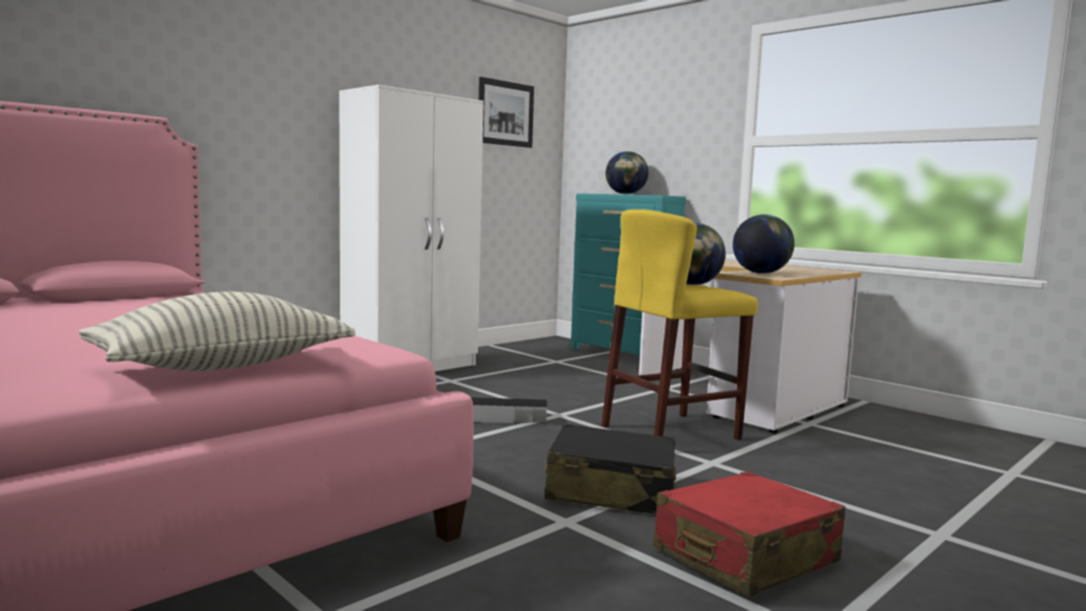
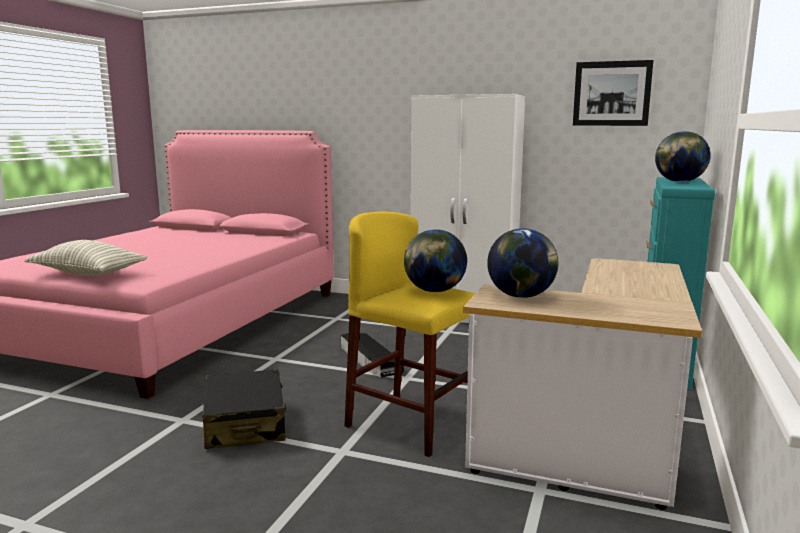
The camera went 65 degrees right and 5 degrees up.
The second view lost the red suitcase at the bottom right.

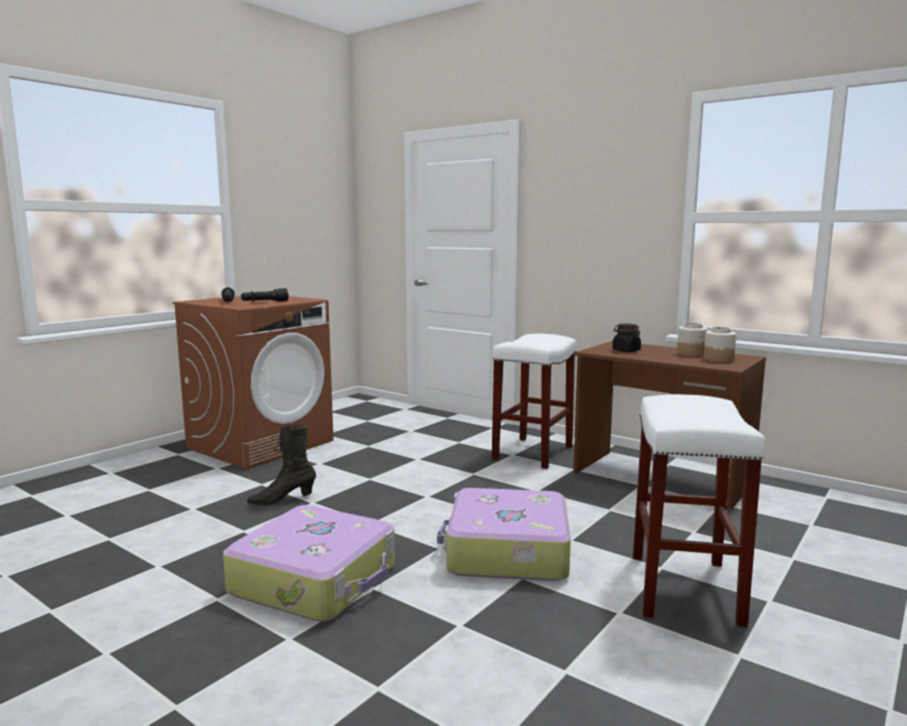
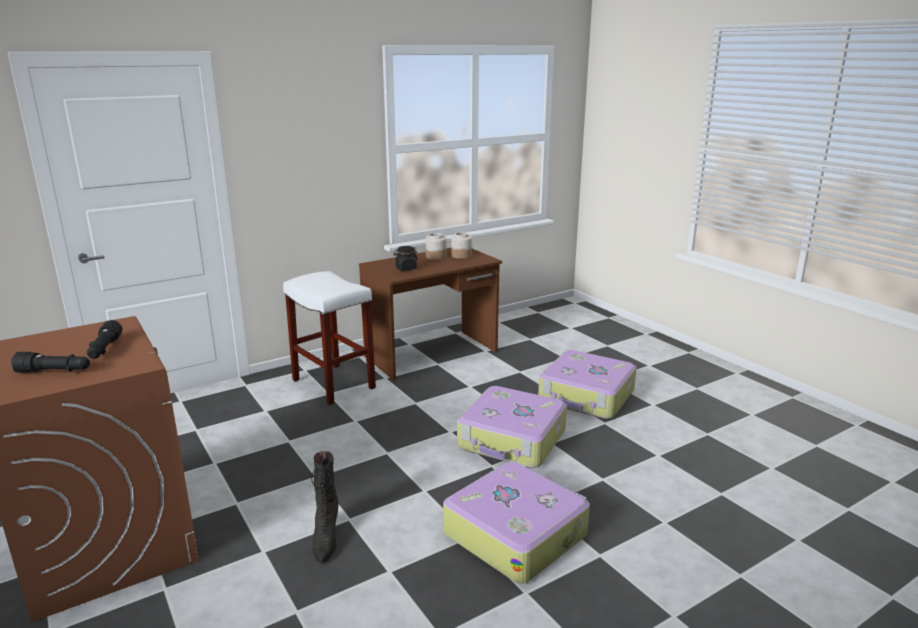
The camera went 70 degrees left and 10 degrees up.
Where the white stool (no. 2 from left) stood at the bottom right, the suitcase (no. 3 from left) came to stand at the centre.

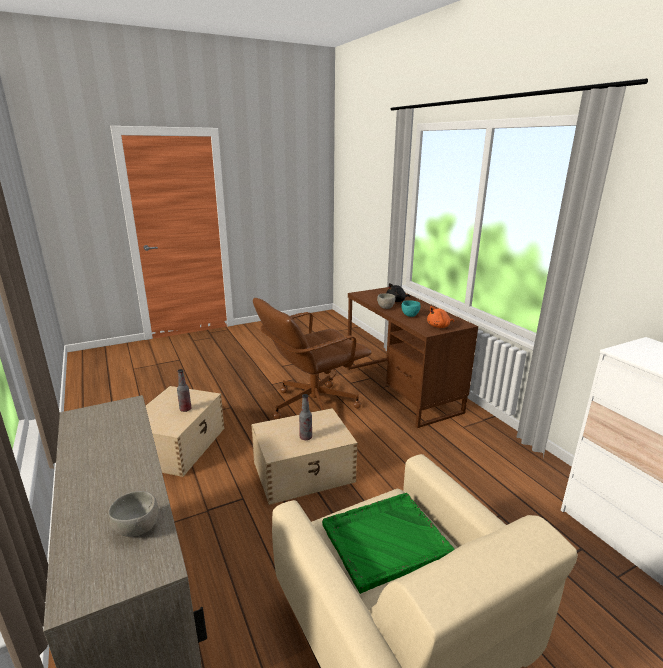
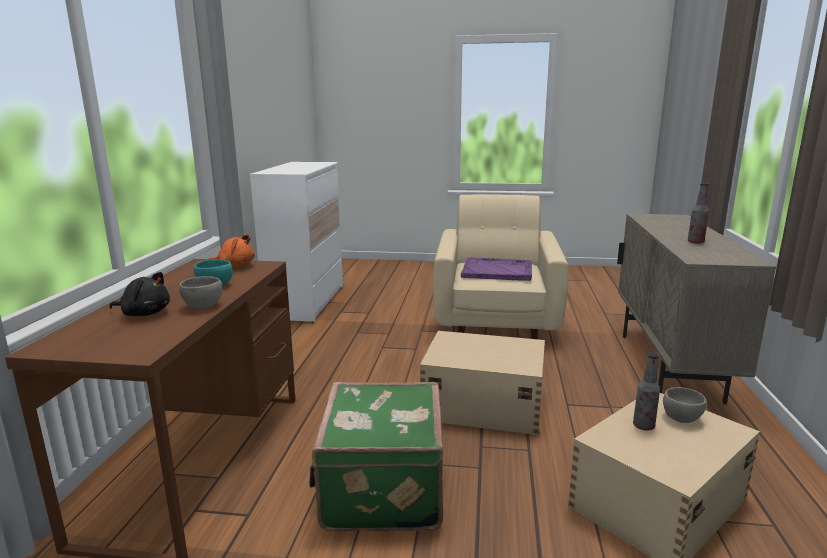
The camera went 145 degrees left and 5 degrees down.
Where the brown office chair stood at the centre, the green suitcase came to stand at the bottom centre.
The bottle (no. 2 from left) ended up elsewhere, having gone from the centre to the middle right.
The grey bowl (no. 1 from left in the first image) ended up elsewhere, having gone from the bottom left to the bottom right.
What was the green tray at the bottom centre turned into the purple tray at the centre.

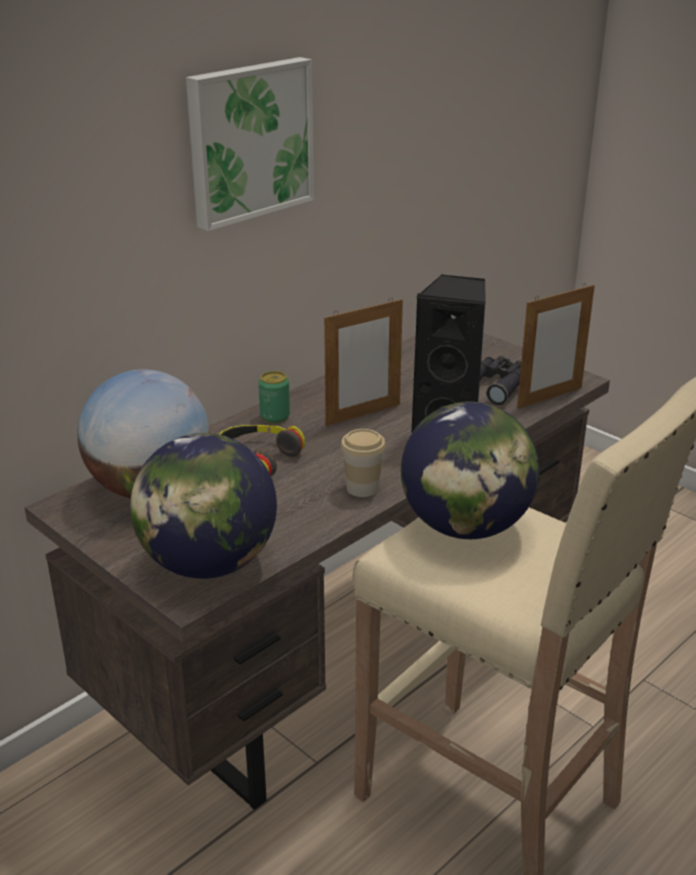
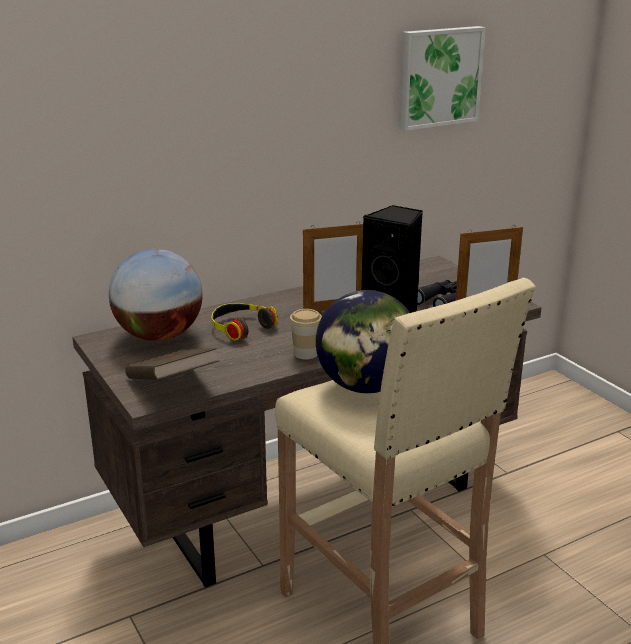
The camera went 15 degrees right and 5 degrees down.
The picture ended up elsewhere, having gone from the top centre to the top right.
The second view lost the can at the centre.
Where the globe (no. 2 from left) stood at the middle left, the brown book came to stand at the middle left.

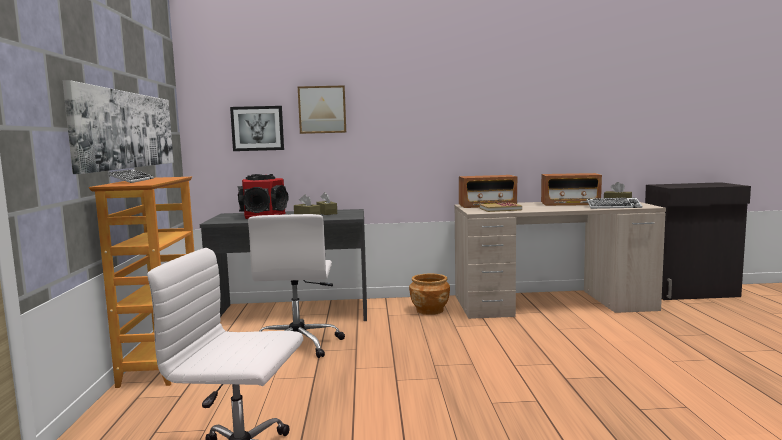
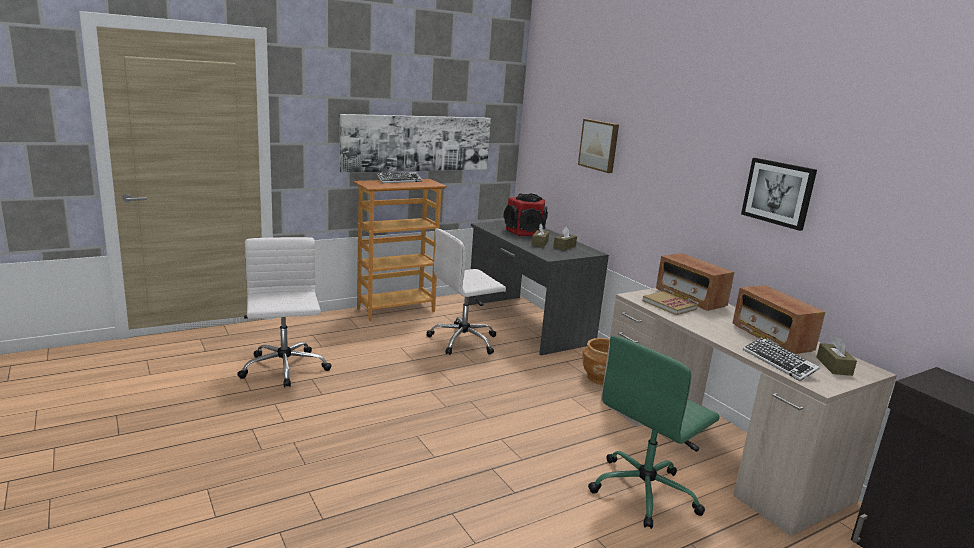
The camera went 60 degrees right and 10 degrees up.
The picture (no. 2 from left in the first image) ended up elsewhere, having gone from the top left to the middle right.
The second view gained the green office chair at the bottom right.

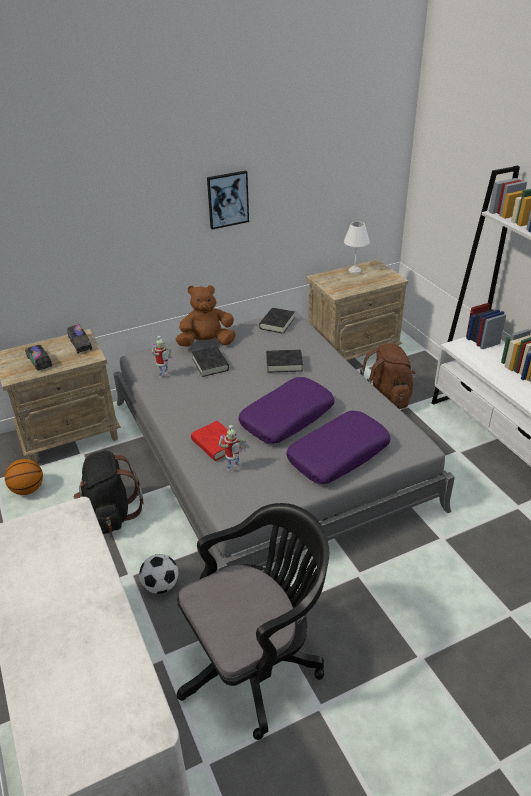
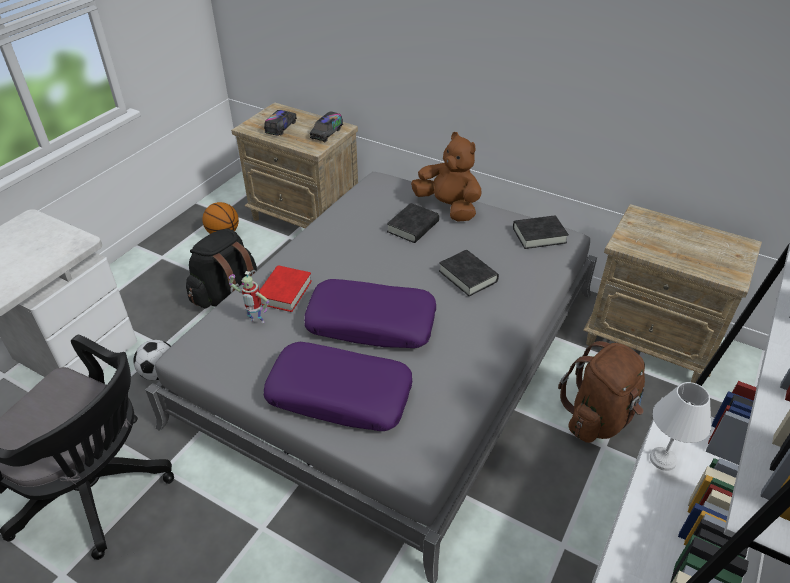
The camera went 55 degrees right and 5 degrees up.
The second view lost the picture at the top centre.
The white table lamp ended up elsewhere, having gone from the top right to the bottom right.
The second view lost the toy robot (no. 1 from left) at the middle left.

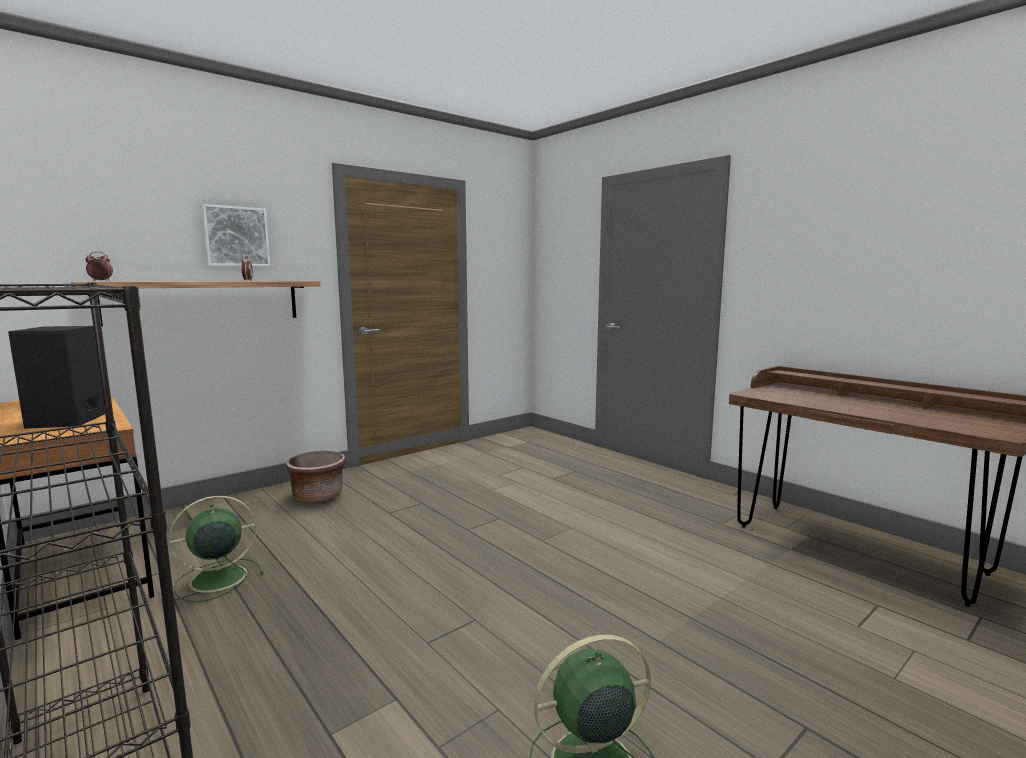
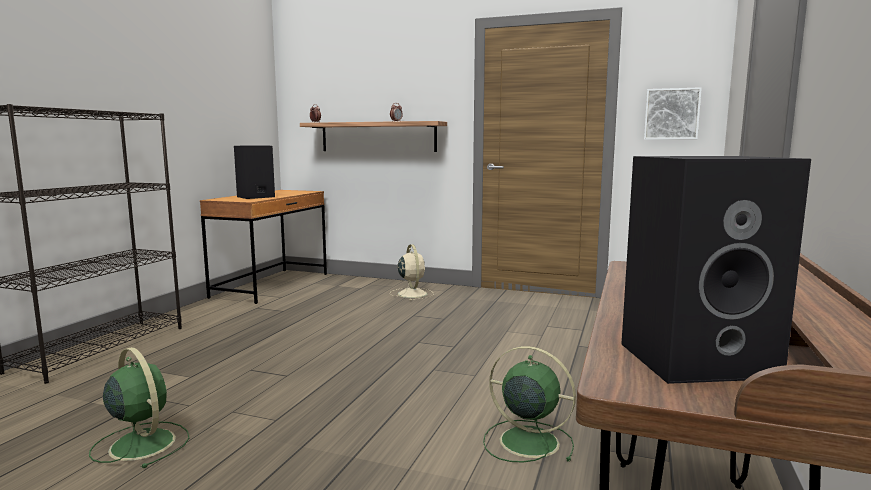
The camera went 60 degrees right and 0 degrees up.
The picture ended up elsewhere, having gone from the top left to the top right.
Where the brown planter stood at the middle left, the beige fan came to stand at the centre.
The green fan (no. 1 from left in the first image) ended up elsewhere, having gone from the bottom left to the bottom centre.
The second view gained the black speaker (no. 2 from left) at the middle right.

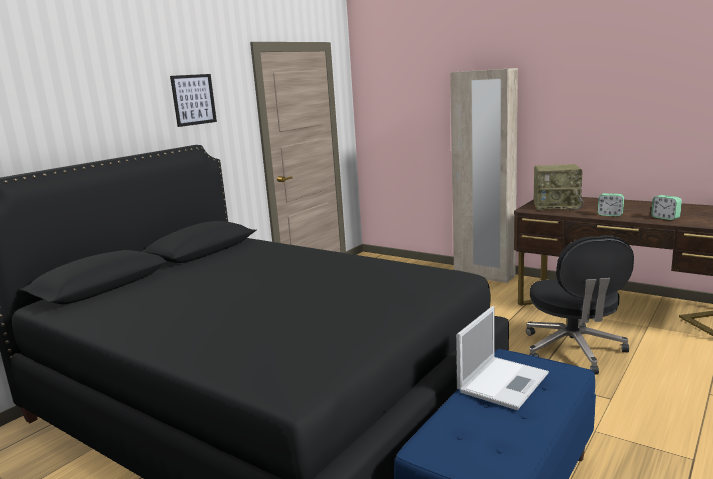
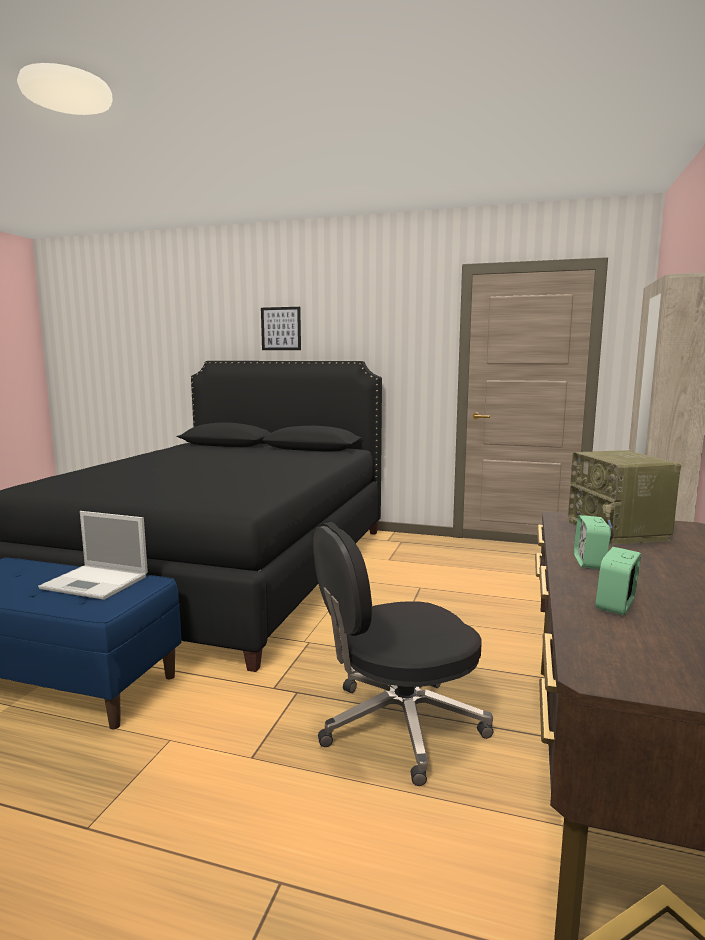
The camera went 70 degrees right and 5 degrees down.
The picture ended up elsewhere, having gone from the top left to the centre.

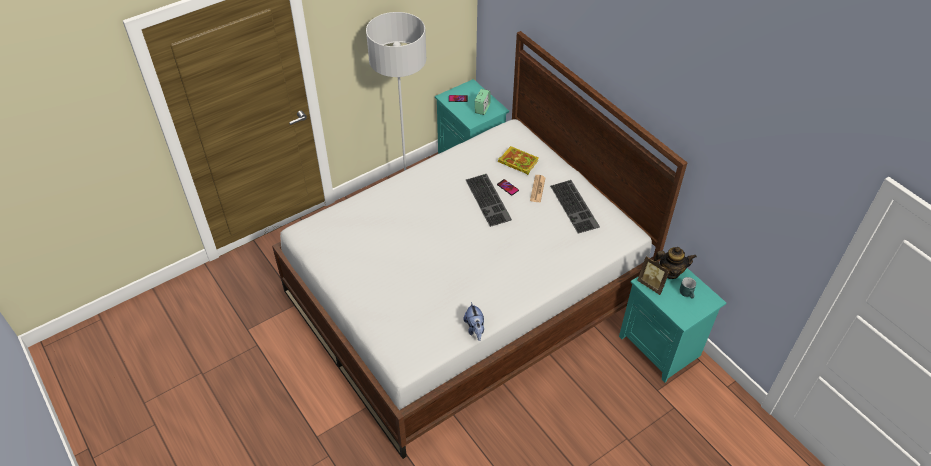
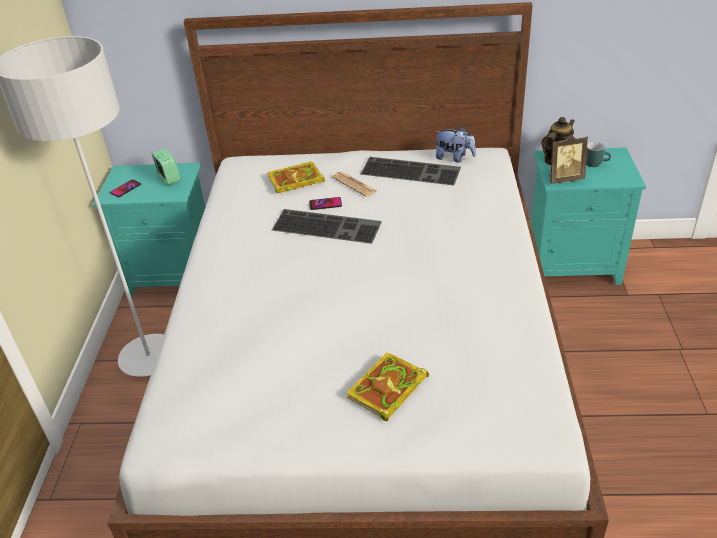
The camera went 50 degrees left and 10 degrees down.
The plush toy ended up elsewhere, having gone from the bottom centre to the top centre.
The second view gained the book (no. 2 from left) at the bottom centre.

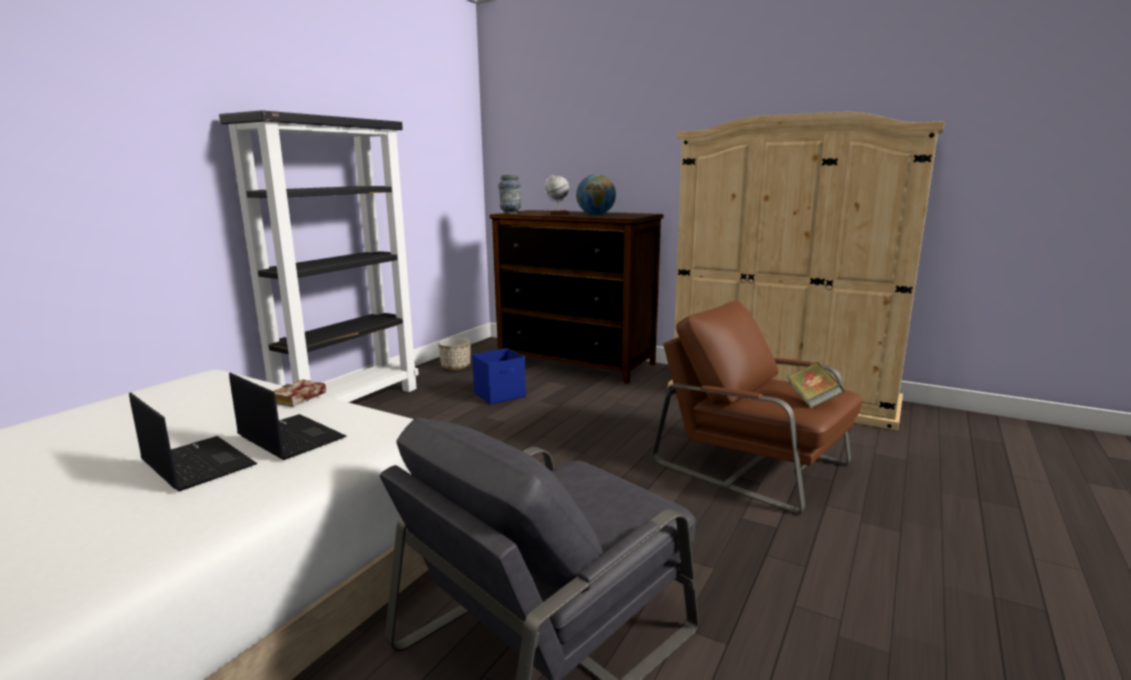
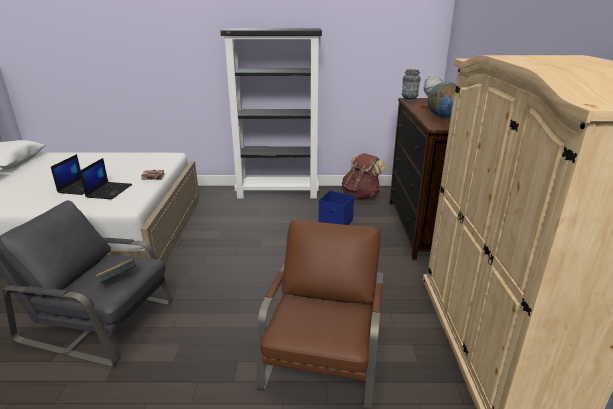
The camera went 60 degrees right and 10 degrees up.
Where the planter stood at the centre, the brown backpack came to stand at the centre.
The book (no. 2 from left in the first image) ended up elsewhere, having gone from the middle right to the middle left.

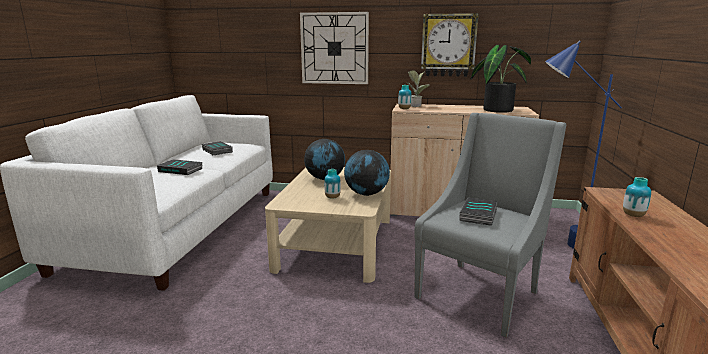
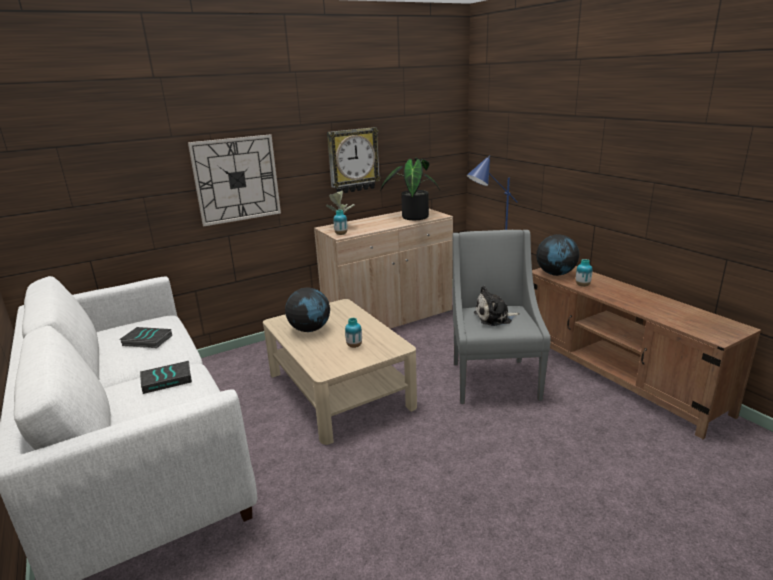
The camera went 40 degrees left and 5 degrees up.
The globe (no. 2 from left) ended up elsewhere, having gone from the centre to the middle right.
Where the book (no. 3 from left) stood at the middle right, the plush toy came to stand at the centre.

